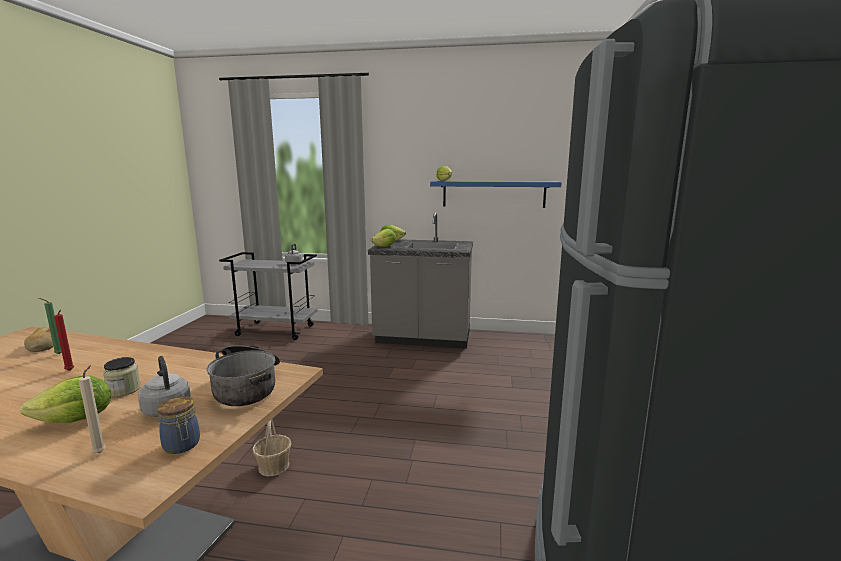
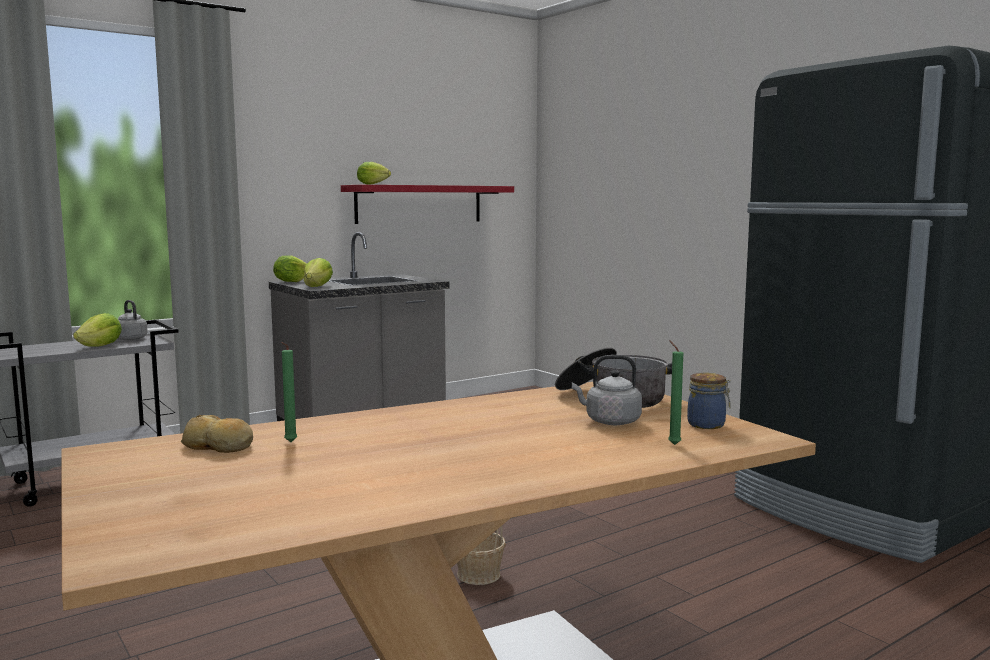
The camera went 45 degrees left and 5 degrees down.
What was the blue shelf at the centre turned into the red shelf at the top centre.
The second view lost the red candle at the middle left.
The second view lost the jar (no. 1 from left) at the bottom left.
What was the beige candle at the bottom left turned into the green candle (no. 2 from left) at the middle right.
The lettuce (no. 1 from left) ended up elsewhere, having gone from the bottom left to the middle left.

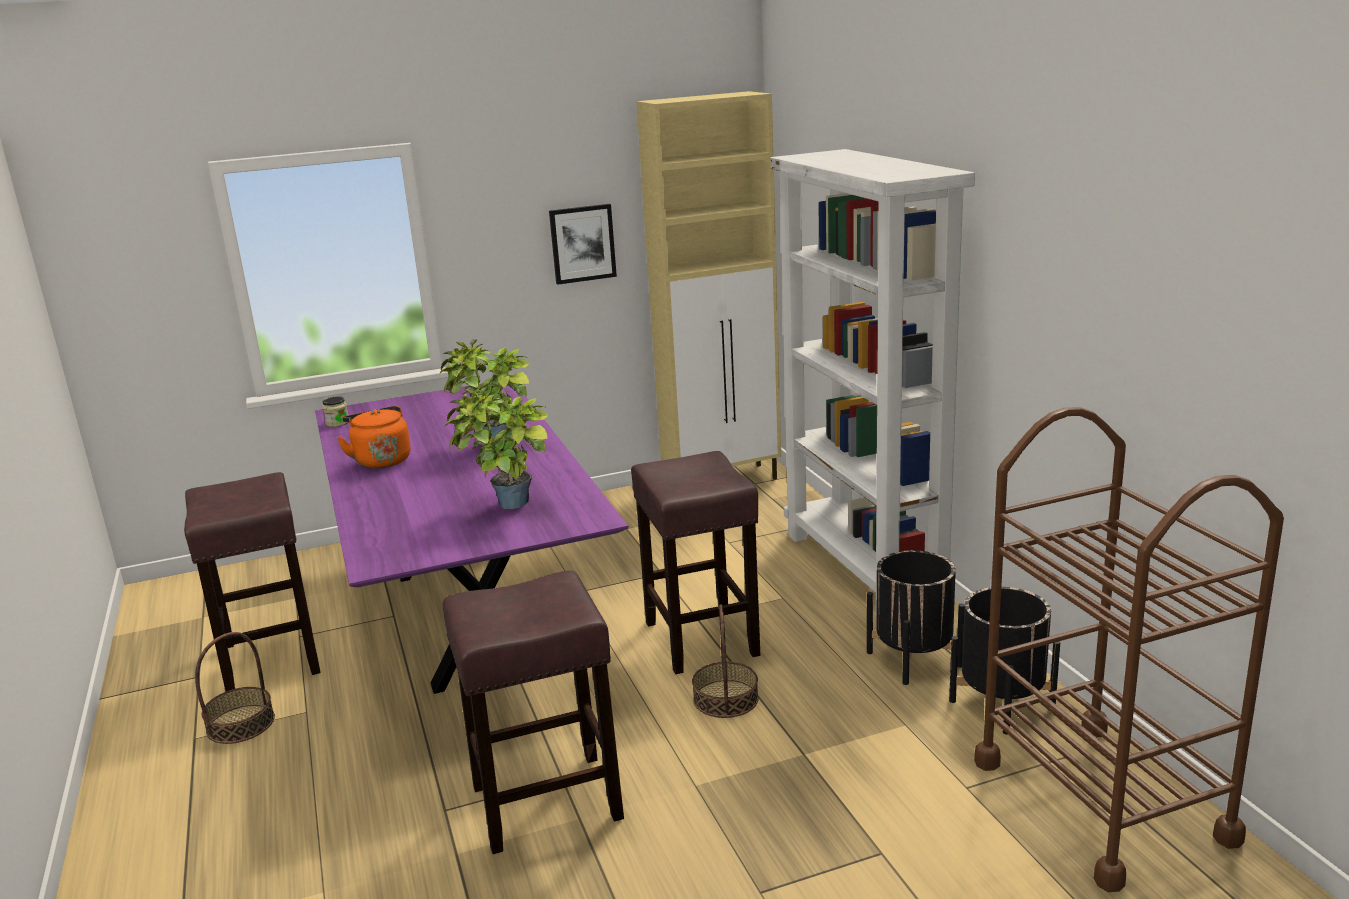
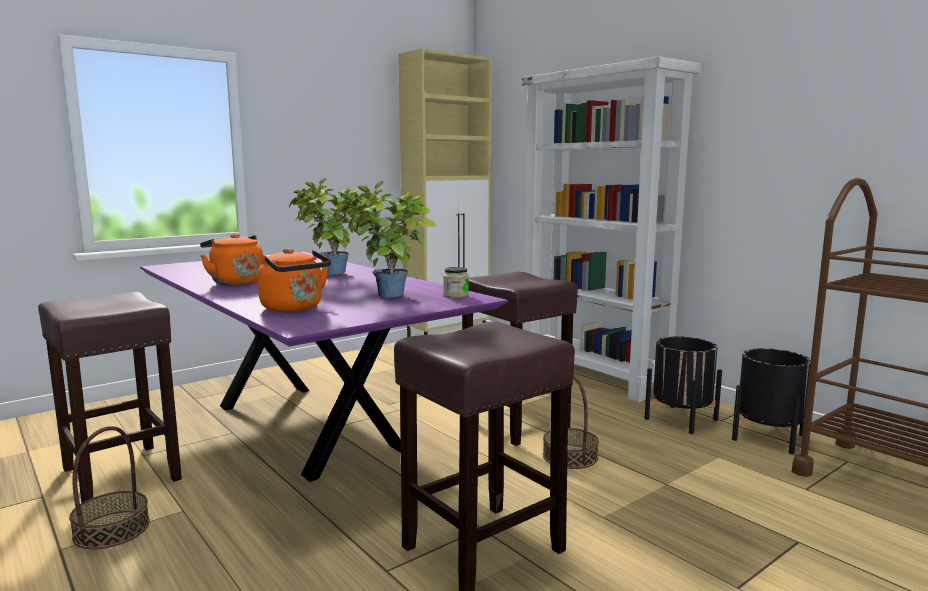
The camera went 20 degrees left and 10 degrees down.
The second view lost the picture at the top centre.
The jar ended up elsewhere, having gone from the middle left to the centre.
The second view gained the orange kettle (no. 2 from left) at the middle left.

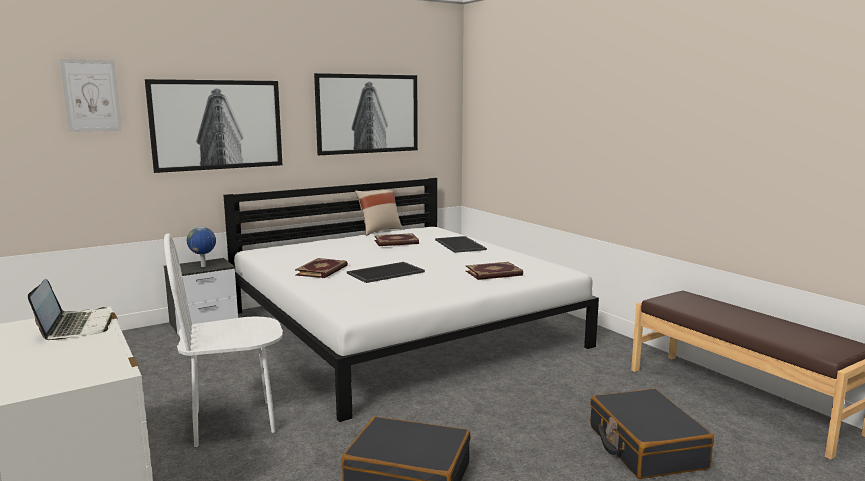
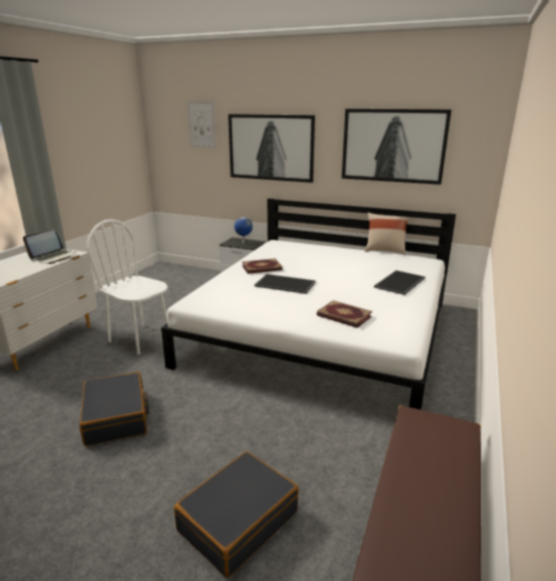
The camera went 55 degrees right and 10 degrees up.
The second view lost the book (no. 2 from left) at the centre.

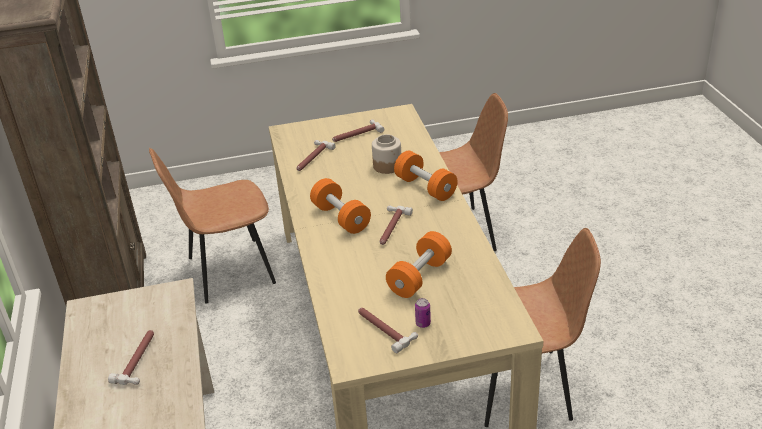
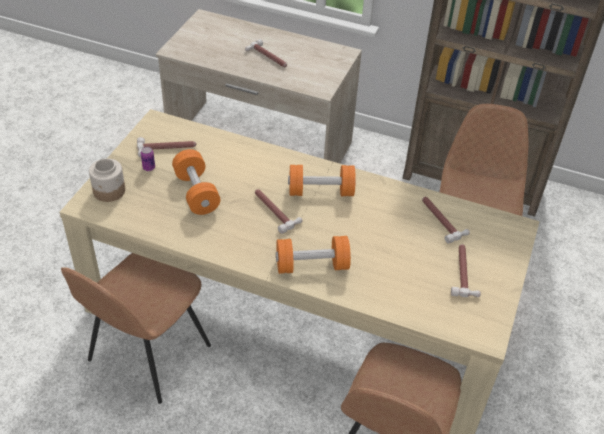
The camera went 120 degrees right and 10 degrees up.
The jar ended up elsewhere, having gone from the centre to the middle left.

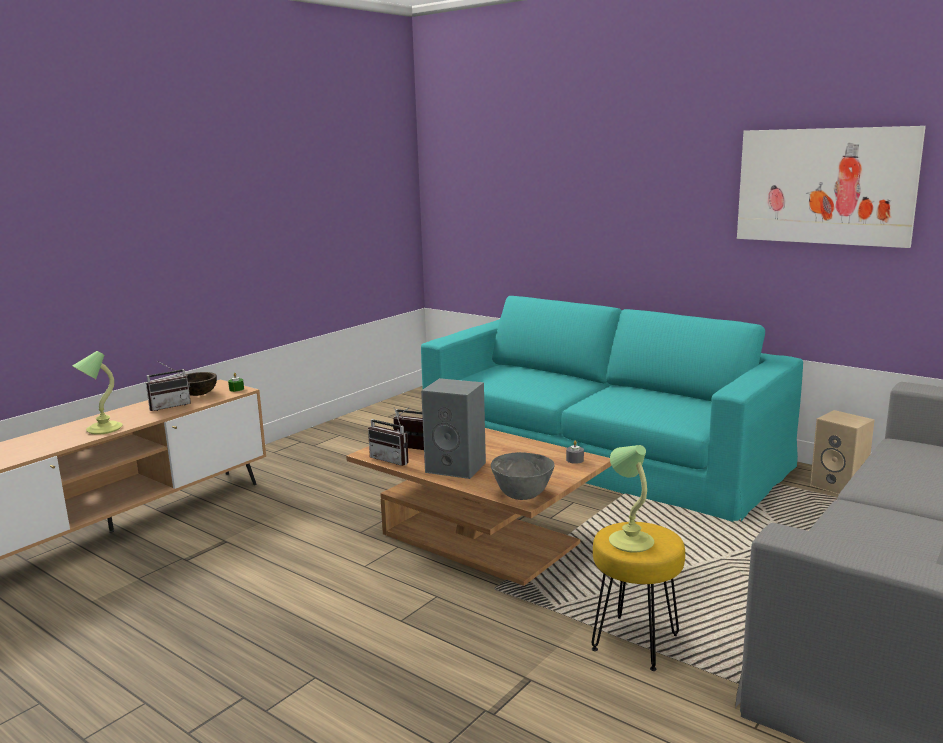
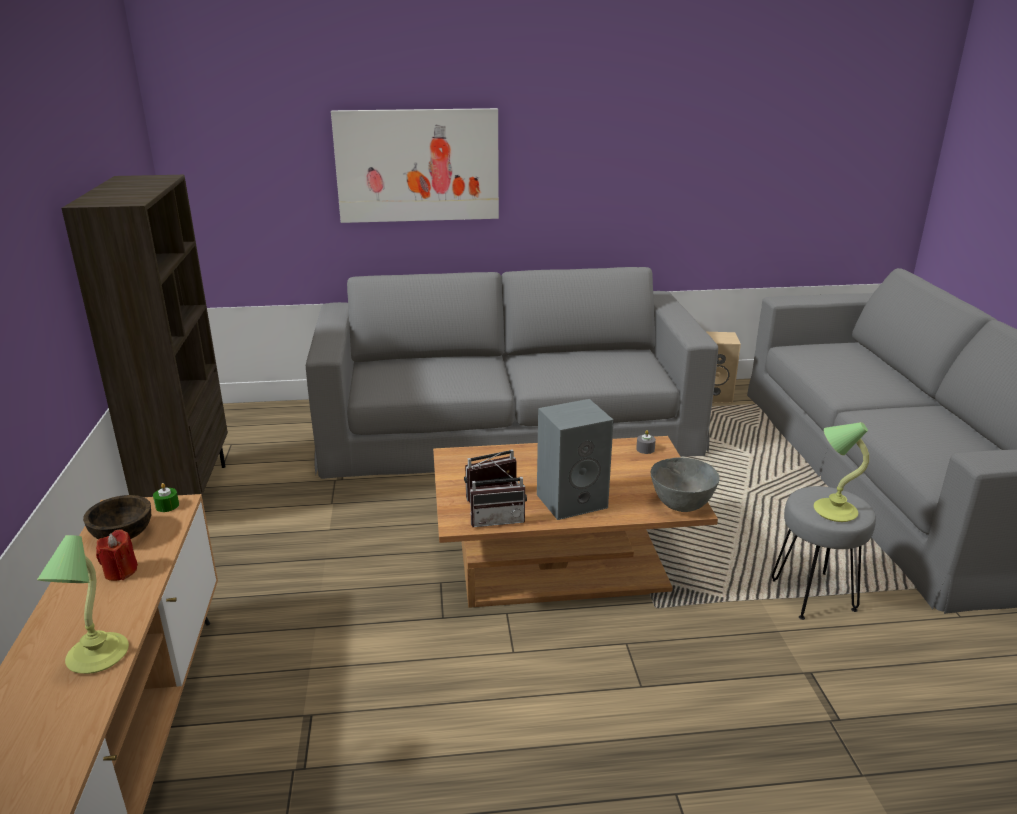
The camera went 45 degrees left and 10 degrees up.
The picture ended up elsewhere, having gone from the top right to the top centre.
What was the turquoise sofa at the centre turned into the grey sofa (no. 1 from left) at the centre.
Where the radio (no. 1 from left) stood at the middle left, the red candle came to stand at the bottom left.
What was the yellow stool at the bottom right turned into the grey stool at the bottom right.
The second view gained the brown bookcase at the middle left.

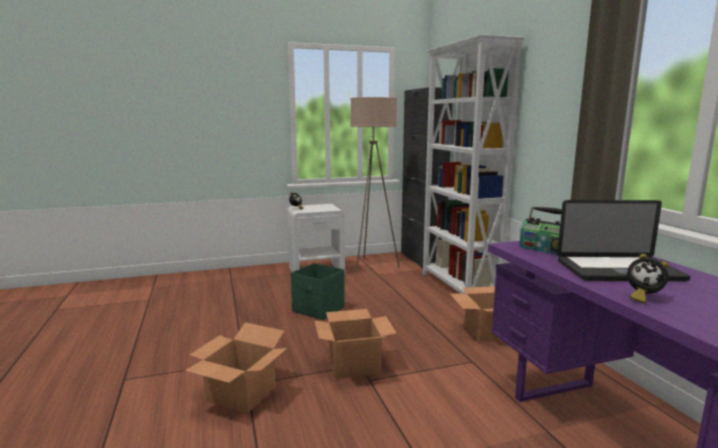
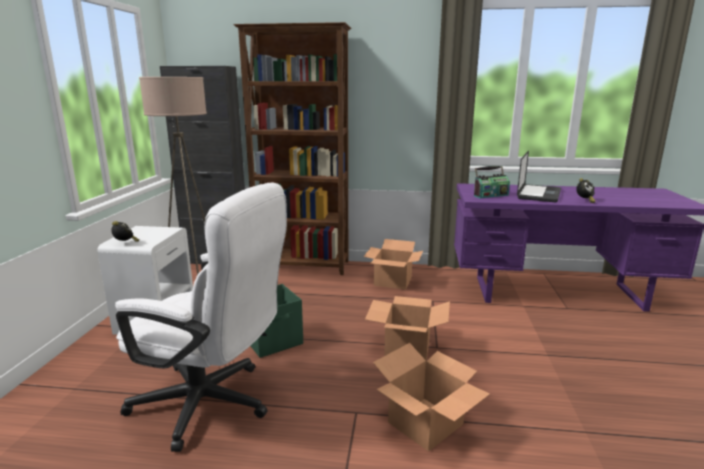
The camera went 65 degrees left and 5 degrees up.
What was the white bookcase at the centre turned into the brown bookcase at the top centre.
The second view gained the white office chair at the bottom left.

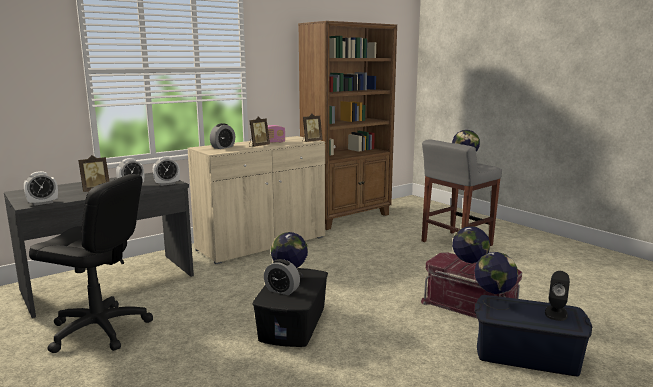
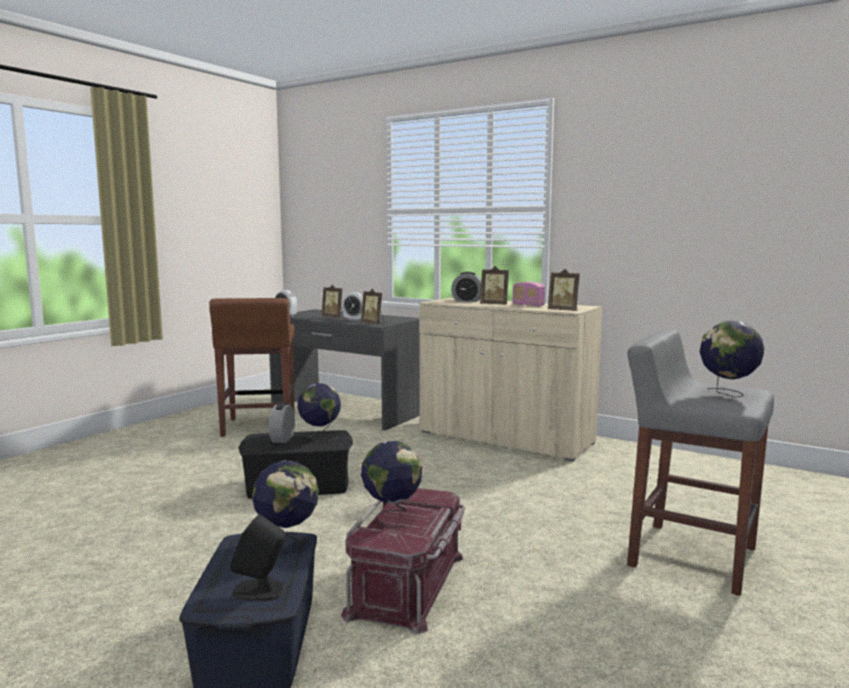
The camera went 70 degrees right and 5 degrees down.
The second view lost the brown bookcase at the top centre.
Where the alarm clock (no. 3 from left) stood at the middle left, the picture frame (no. 2 from left) came to stand at the centre.
Where the black office chair stood at the bottom left, the brown stool came to stand at the middle left.

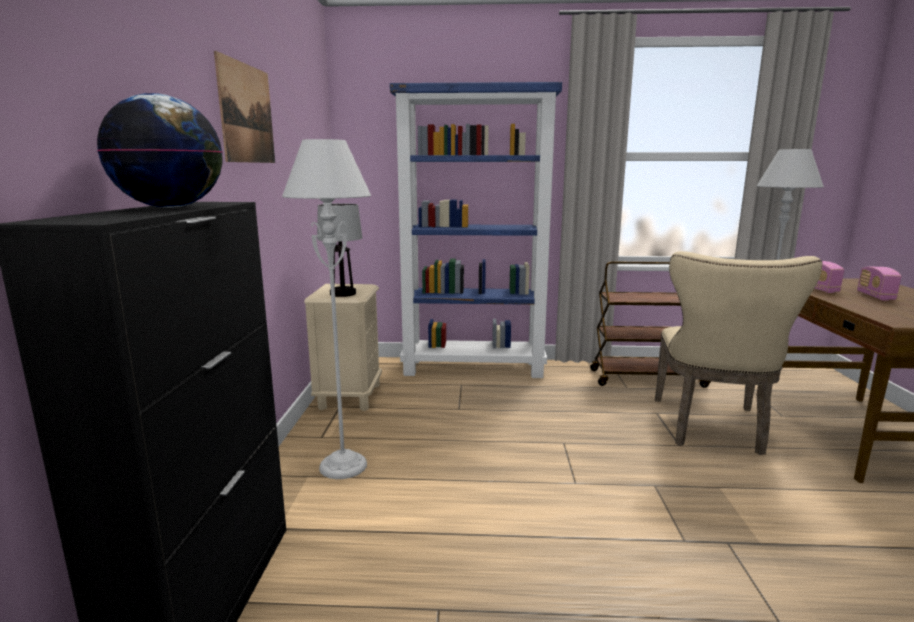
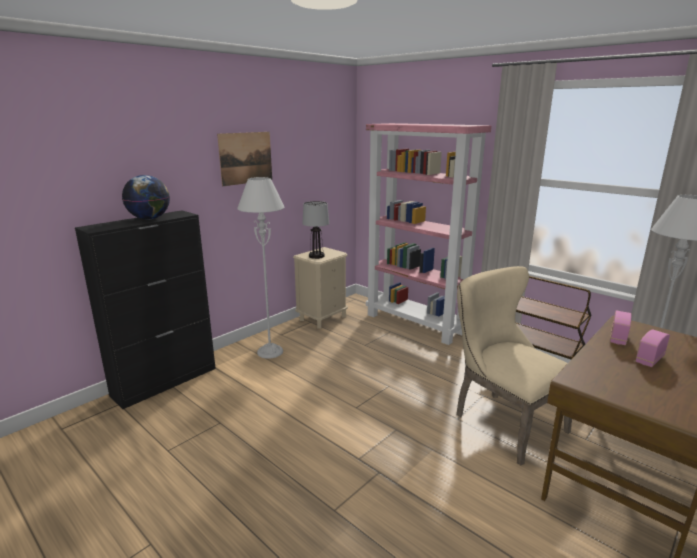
The camera went 40 degrees right and 5 degrees up.
What was the blue bookcase at the centre turned into the pink bookcase at the centre.
The beige chair at the middle right ended up facing another way, 90 degrees clockwise from before.

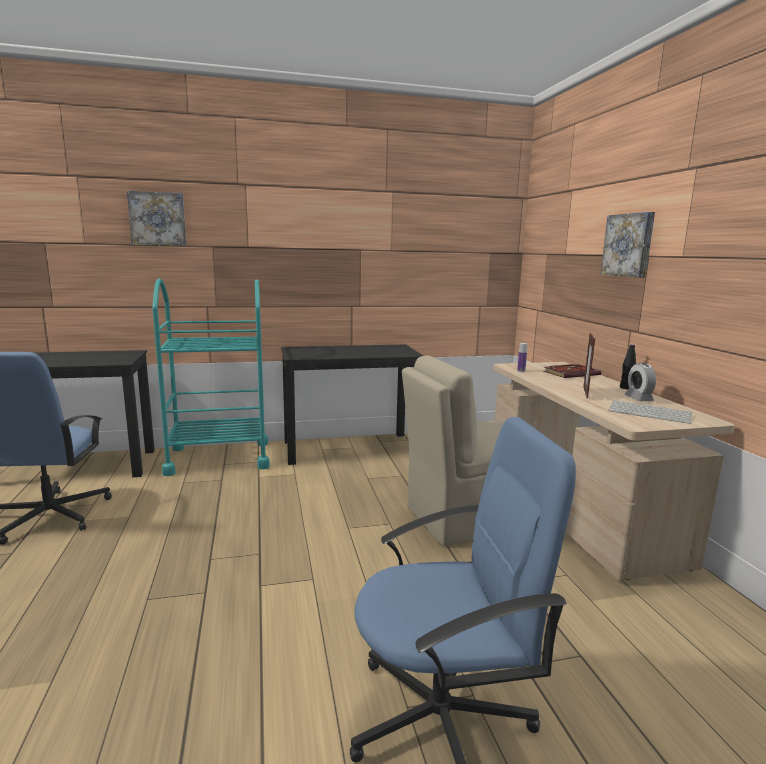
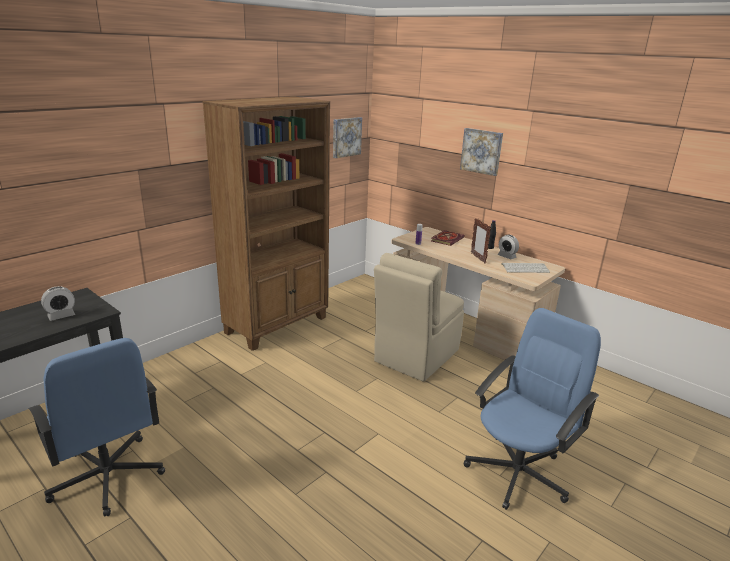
The camera went 35 degrees left and 10 degrees up.
The picture (no. 1 from left) ended up elsewhere, having gone from the top left to the top centre.
The second view lost the turquoise cart at the middle left.
Where the black desk (no. 2 from left) stood at the centre, the brown bookcase came to stand at the centre.
The second view gained the alarm clock (no. 1 from left) at the middle left.

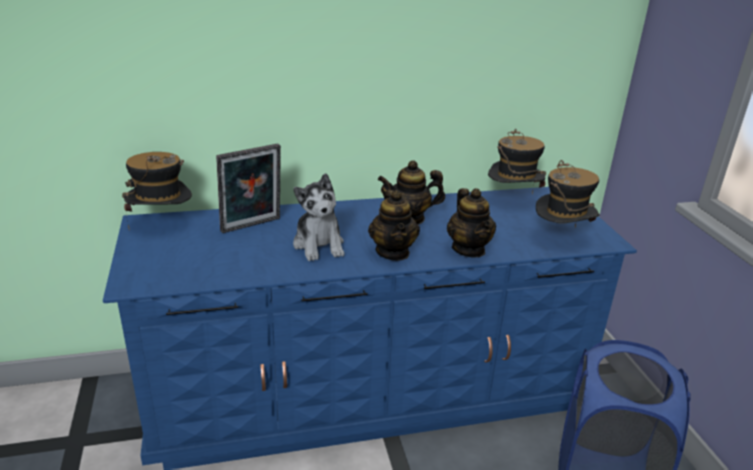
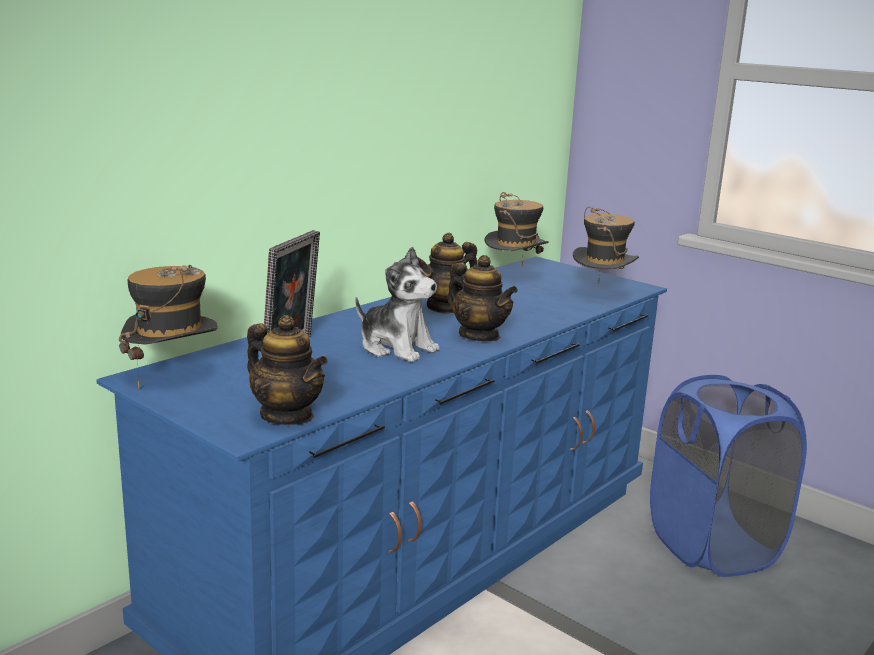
The camera went 35 degrees left and 10 degrees down.
The teapot (no. 3 from left in the first image) ended up elsewhere, having gone from the centre to the middle left.

